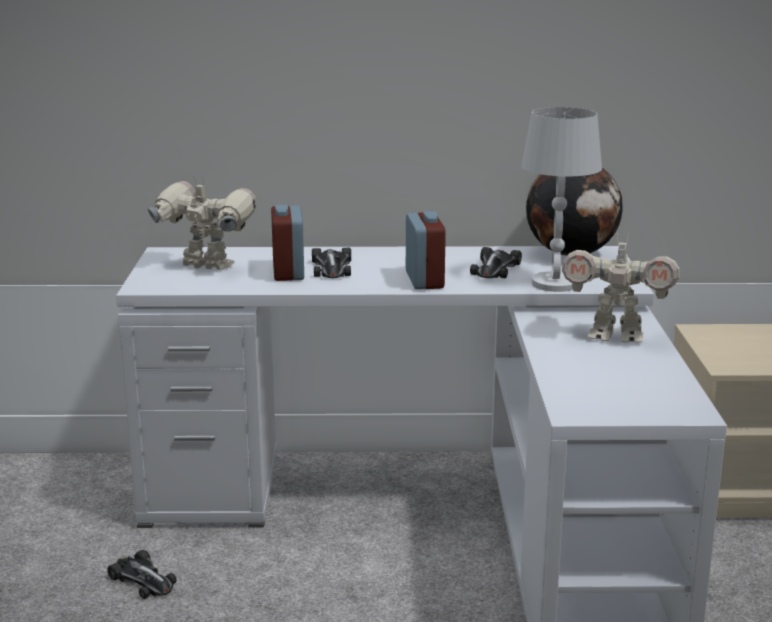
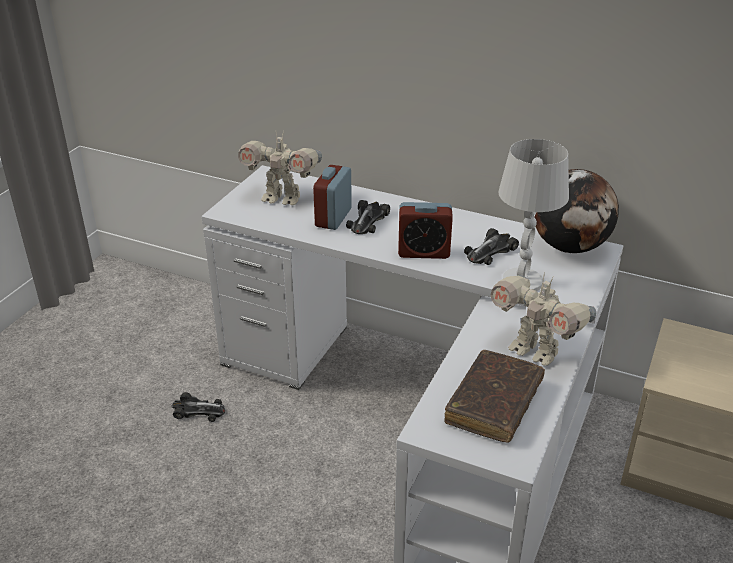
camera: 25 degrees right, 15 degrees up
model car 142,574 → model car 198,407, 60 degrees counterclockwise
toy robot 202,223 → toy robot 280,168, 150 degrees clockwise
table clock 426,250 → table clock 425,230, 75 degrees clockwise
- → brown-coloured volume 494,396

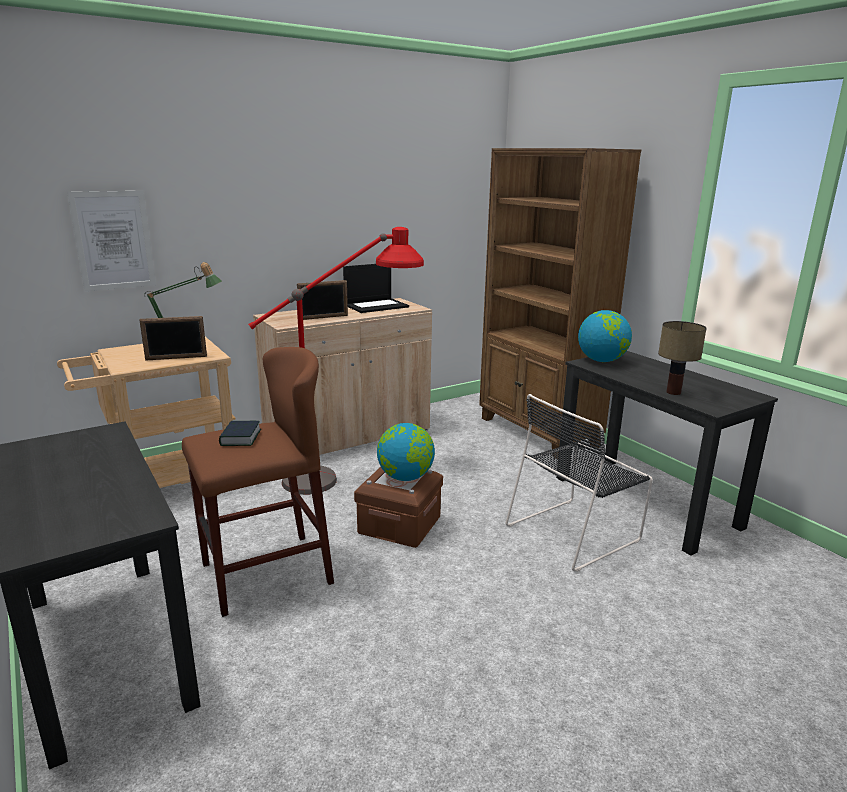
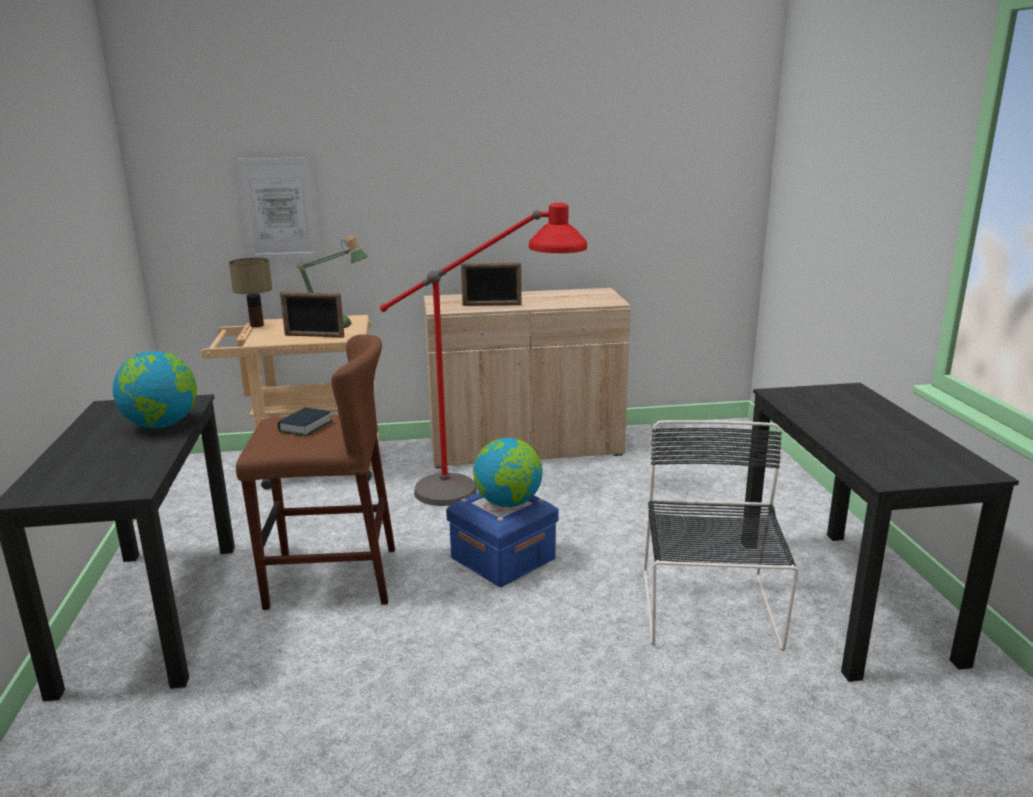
camera: 25 degrees right, 0 degrees up
globe 605,336 → globe 155,389, relocated
tabletop lamp 682,358 → tabletop lamp 250,292, relocated
brown-coloured storage container 398,507 → bluish storage container 502,539
black plain chair 579,483 → black plain chair 720,535, 105 degrees clockwise
portable computer 376,288 → -
brown-coloured bookshelf 560,303 → -

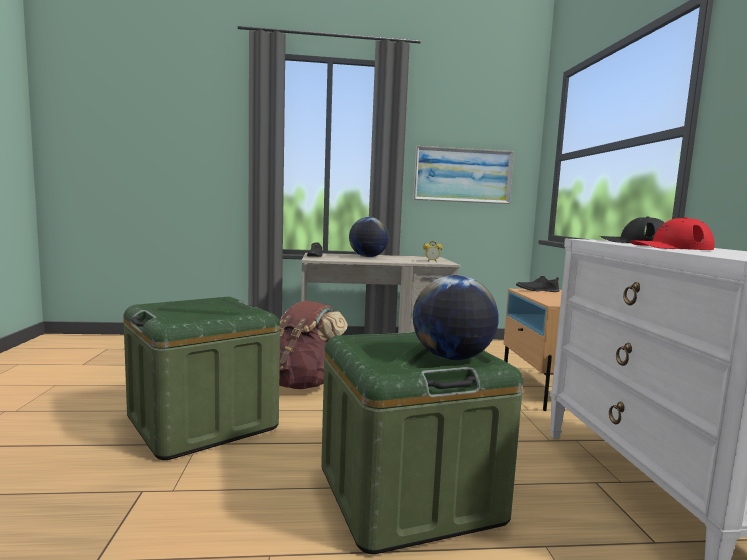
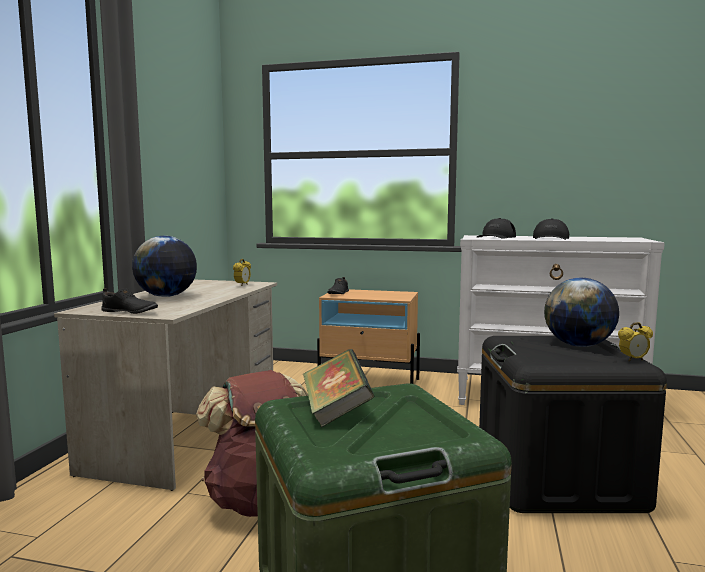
camera: 70 degrees left, 0 degrees up
- → volume 338,388
green storage container 422,443 → black storage container 573,424
reddish baseball cap 672,233 → black baseball cap 551,229
- → table clock 635,341
wall picture 463,175 → -

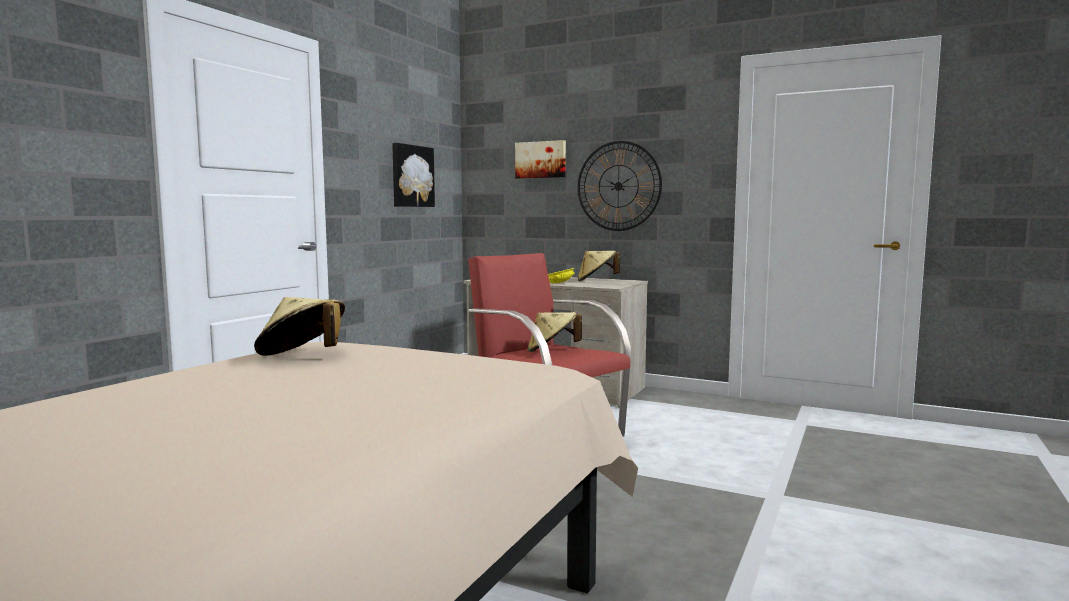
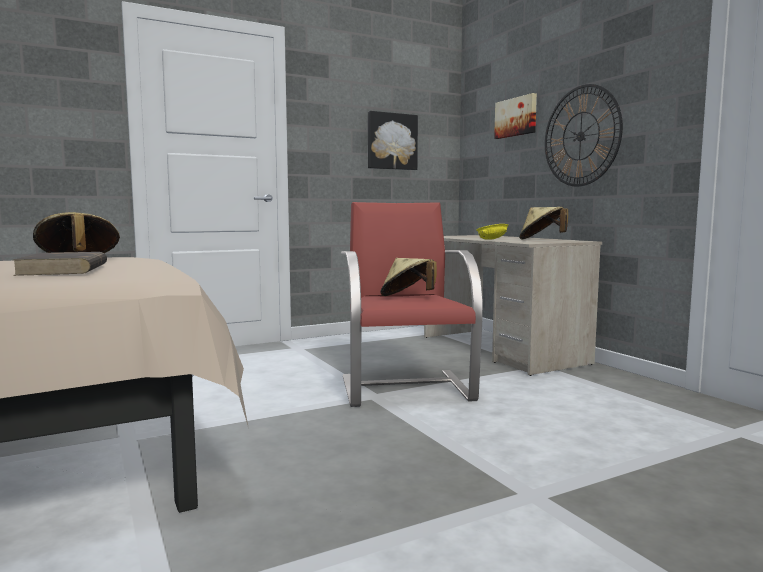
camera: 35 degrees right, 0 degrees up
- → brown-coloured volume 60,264

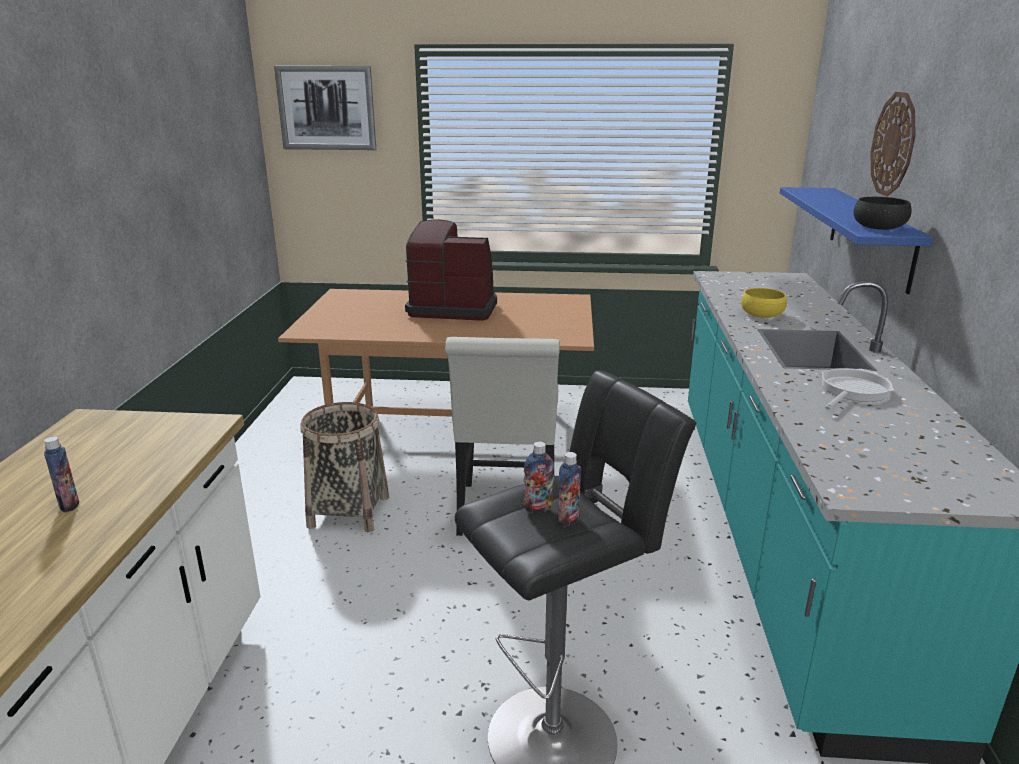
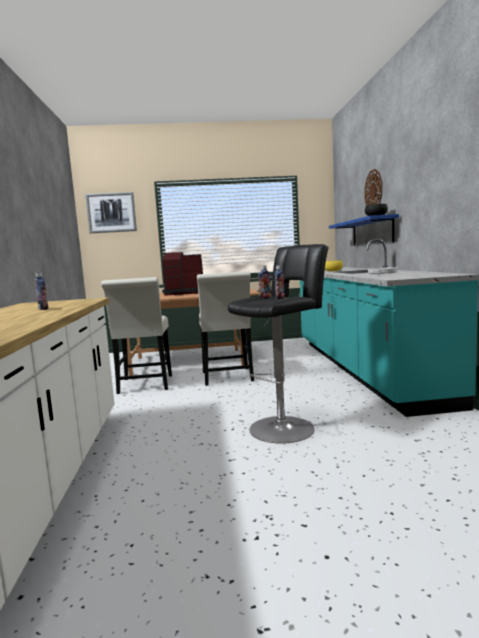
camera: 10 degrees left, 15 degrees down
household basket 344,467 → white-coloured plain chair 136,335

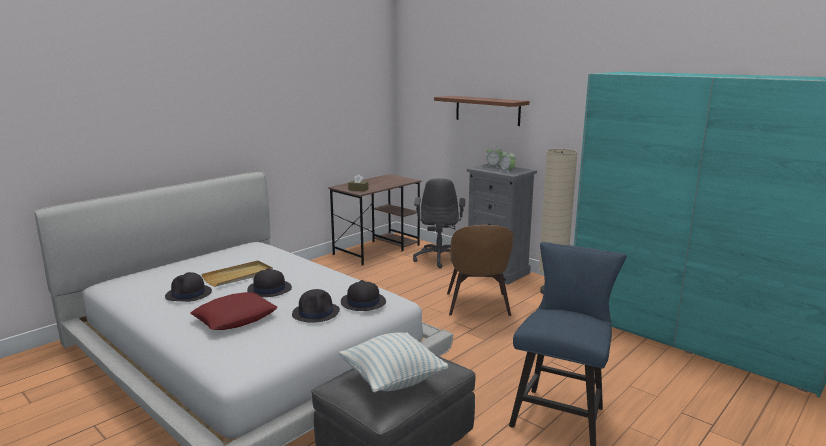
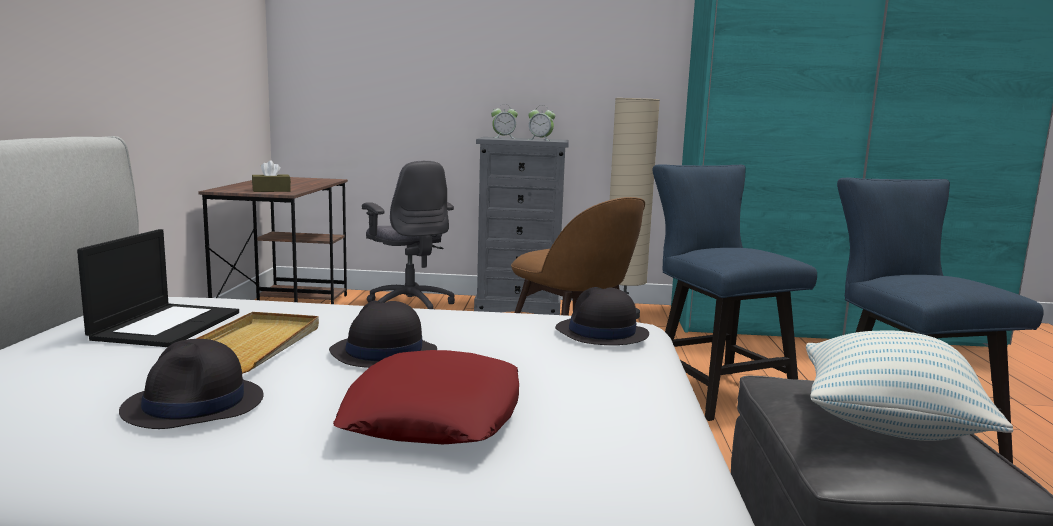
camera: 40 degrees left, 5 degrees down
- → portable computer 158,288
- → bluish plain chair 735,292
black wearable hat 316,306 → -
brown-coloured shelf 481,111 → -

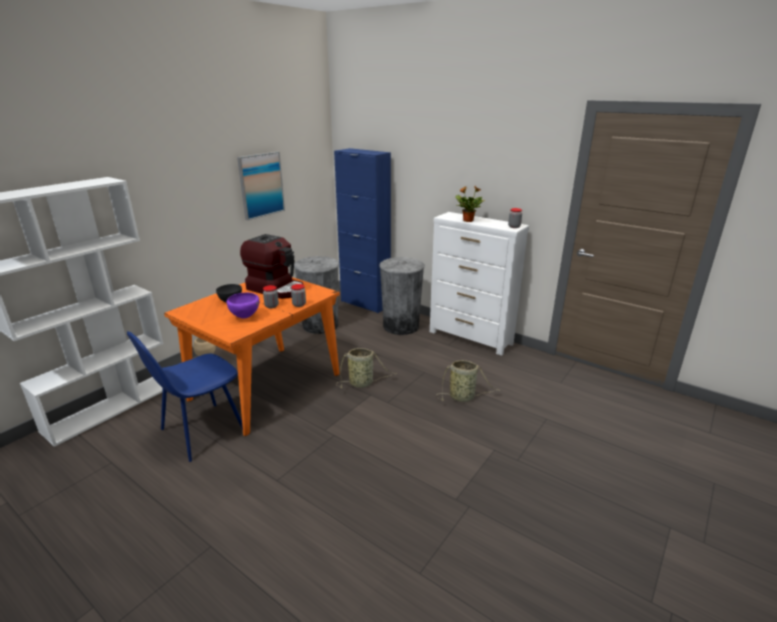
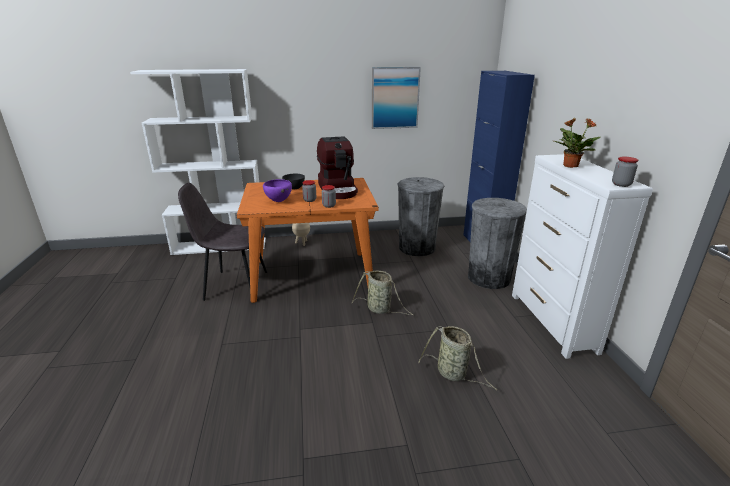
camera: 45 degrees right, 0 degrees up
bluish plain chair 185,396 → greyish plain chair 222,242

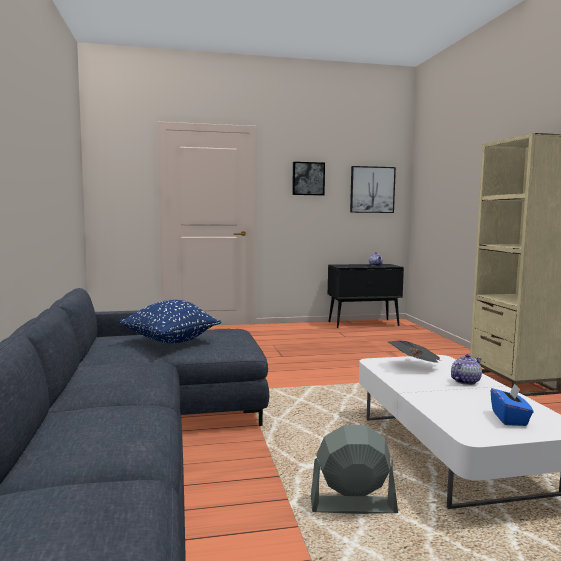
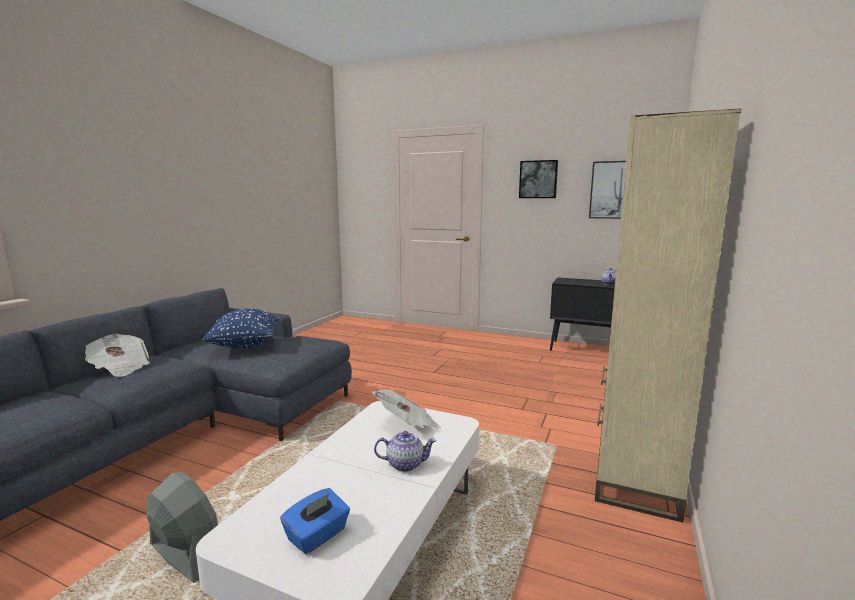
camera: 35 degrees right, 5 degrees up
- → newspaper 117,355

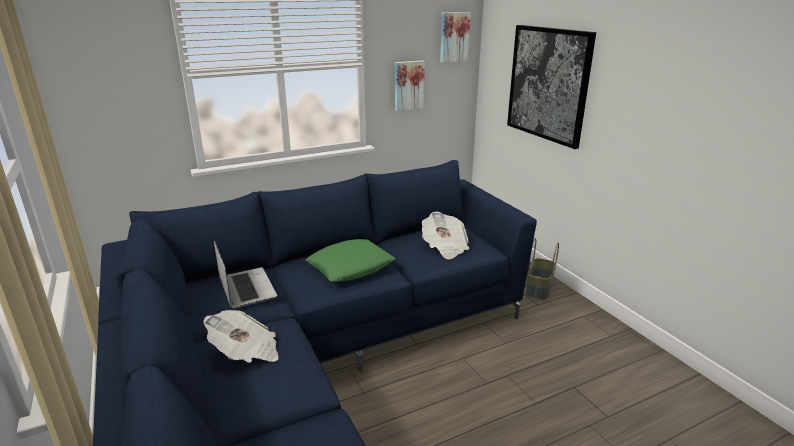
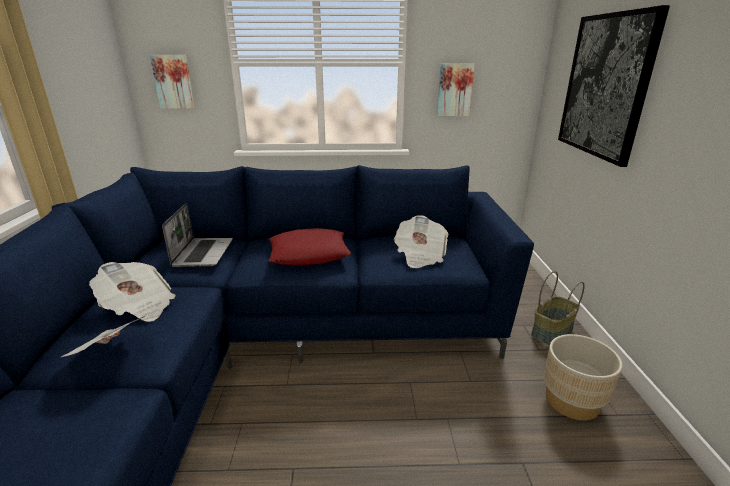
camera: 25 degrees right, 0 degrees up
- → newspaper 103,336
wall picture 455,37 → wall picture 172,82, relocated
green throw pillow 350,260 → reddish throw pillow 310,247
- → sand-coloured planter 583,377

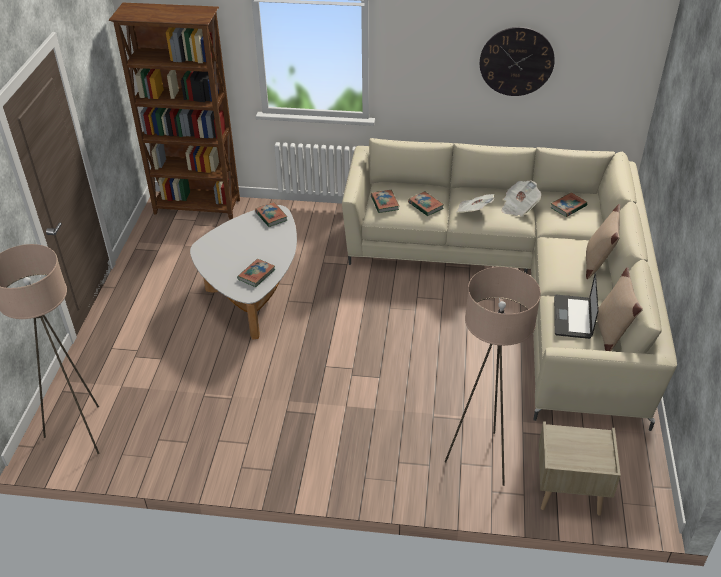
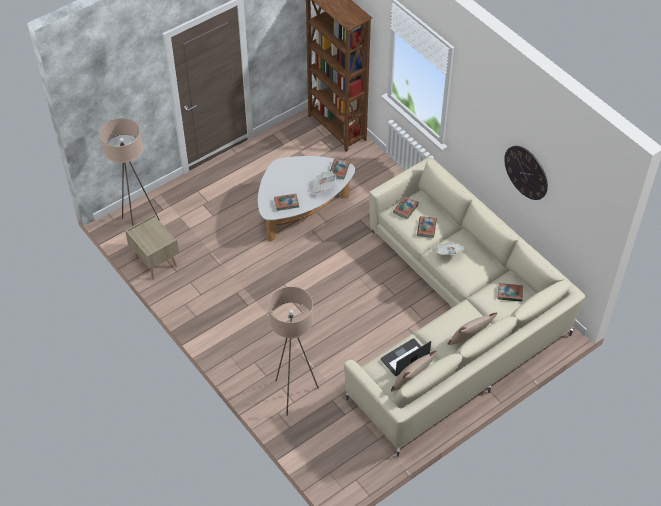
camera: 45 degrees right, 10 degrees up
sand-coloured nightstand 580,468 → sand-coloured nightstand 152,247, relocated
newspaper 521,199 → newspaper 321,182, relocated

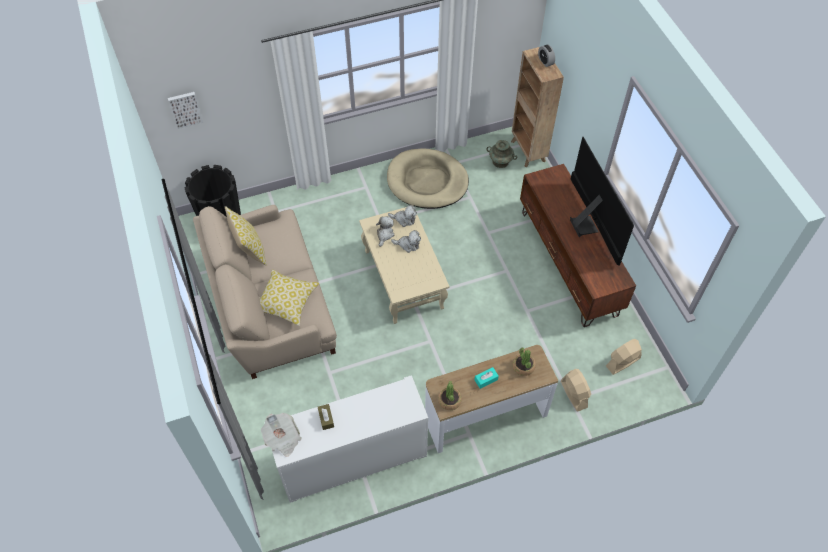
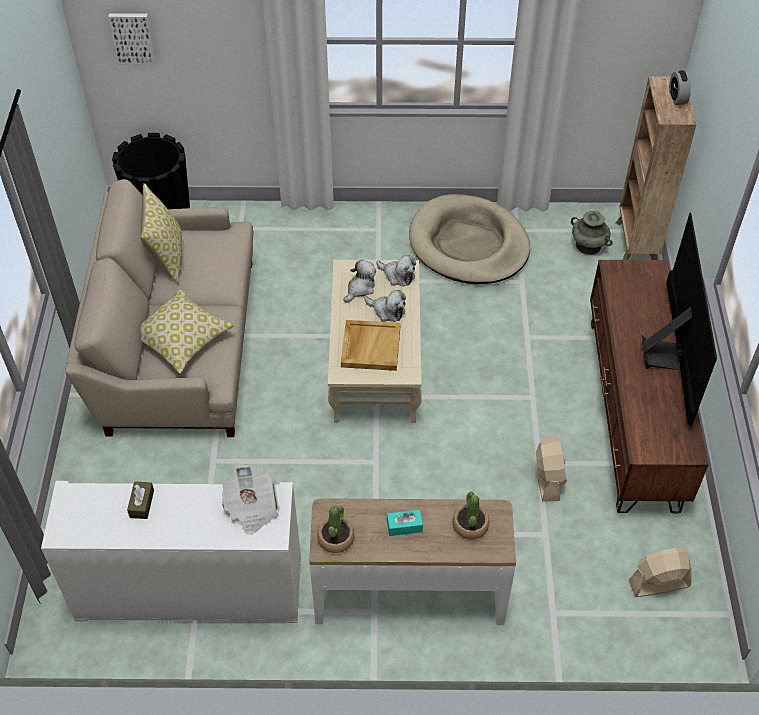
camera: 20 degrees right, 5 degrees down
newspaper 281,435 → newspaper 250,499, relocated
- → sand-coloured tray 370,345
sand-coloured electric fan 576,390 → sand-coloured electric fan 551,468, relocated

